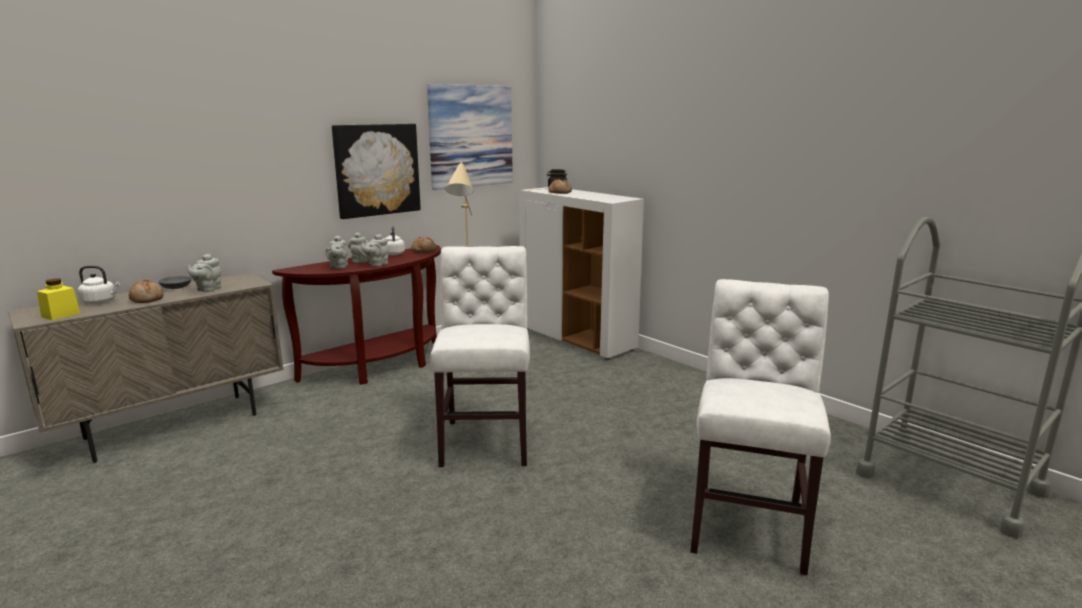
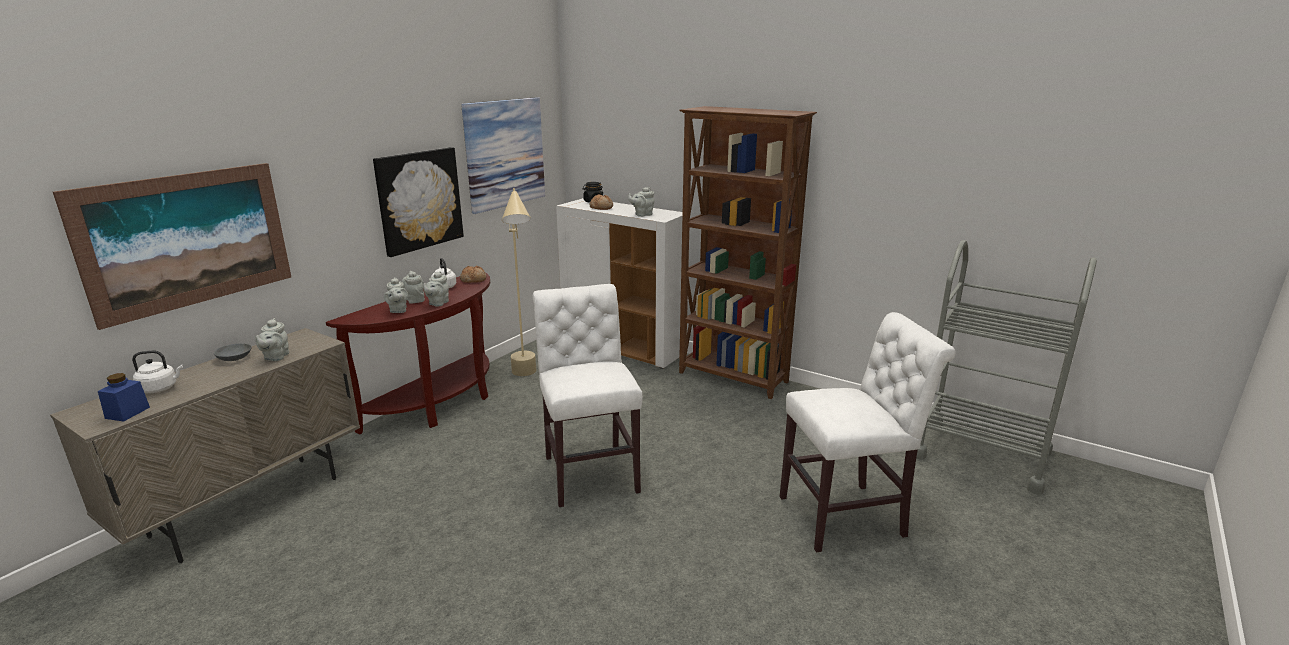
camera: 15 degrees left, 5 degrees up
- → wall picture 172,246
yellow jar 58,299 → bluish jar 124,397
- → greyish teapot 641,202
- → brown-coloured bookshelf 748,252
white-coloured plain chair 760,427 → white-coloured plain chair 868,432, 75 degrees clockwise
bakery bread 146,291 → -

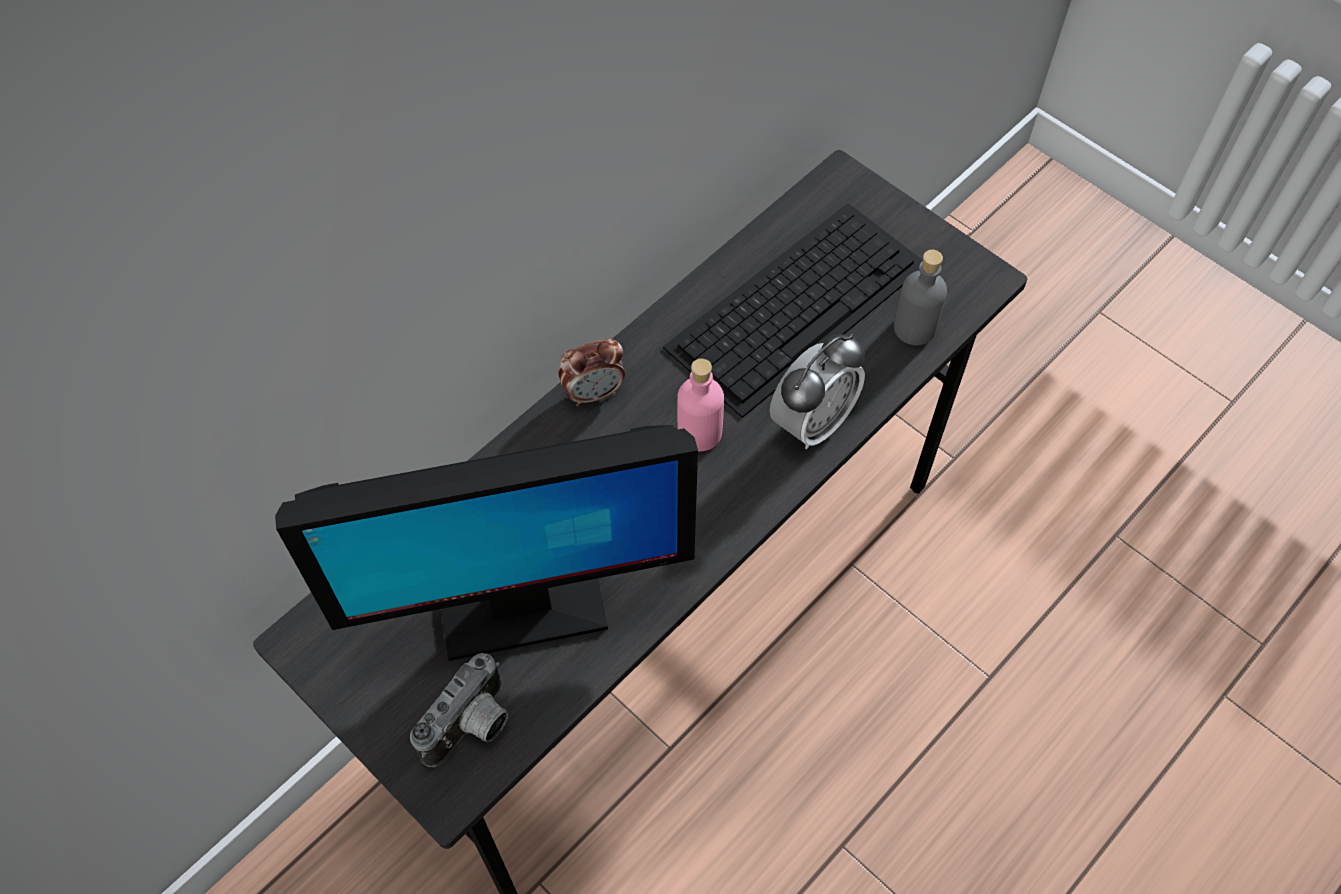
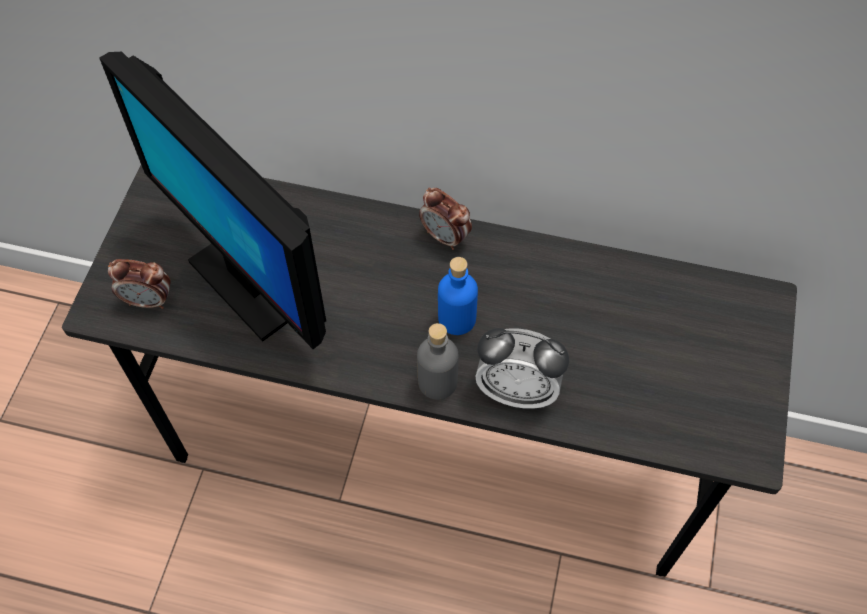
camera: 60 degrees right, 0 degrees up
still camera 459,710 → table clock 139,284
greyish drink bottle 920,297 → greyish drink bottle 437,361, relocated
pink drink bottle 700,405 → bluish drink bottle 458,296
keyboard 793,310 → -

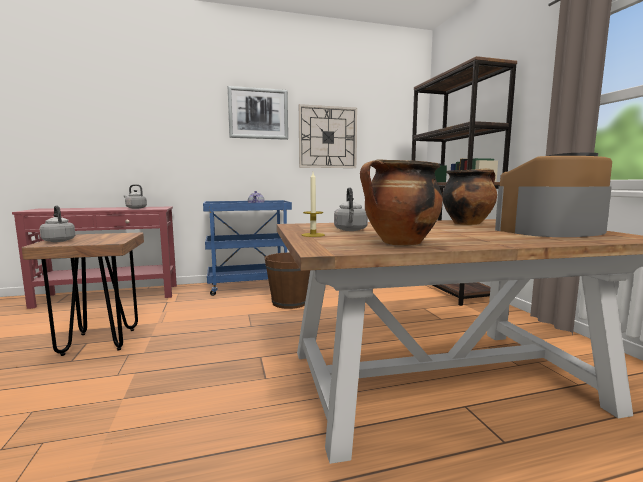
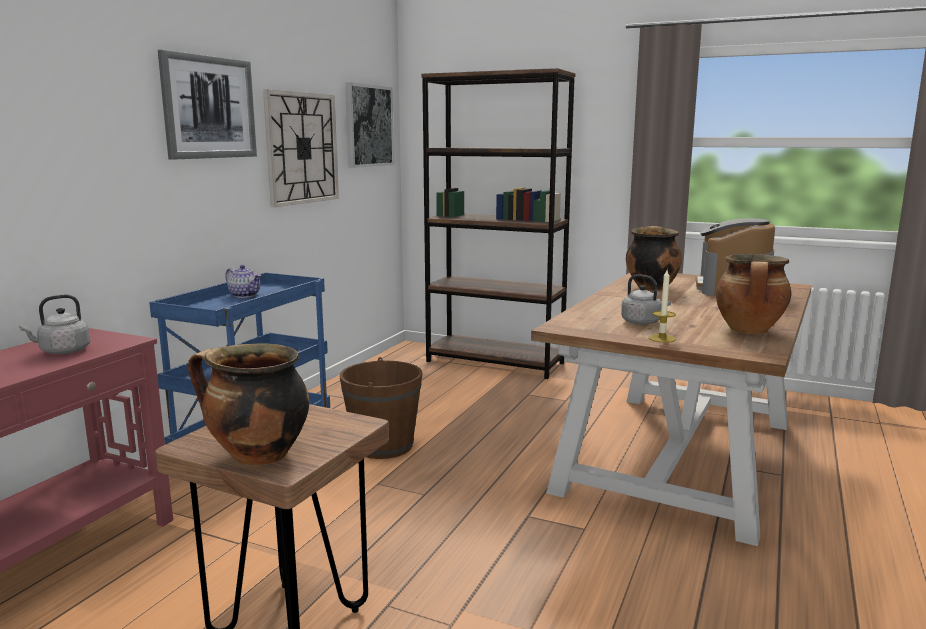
camera: 50 degrees left, 5 degrees up
greyish water kettle 57,223 → cooking pot 248,404
- → wall picture 369,125

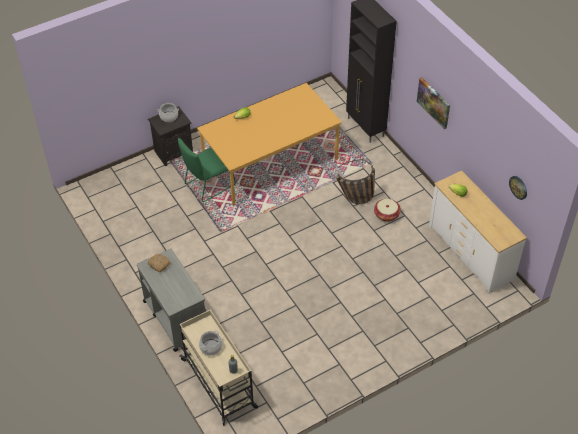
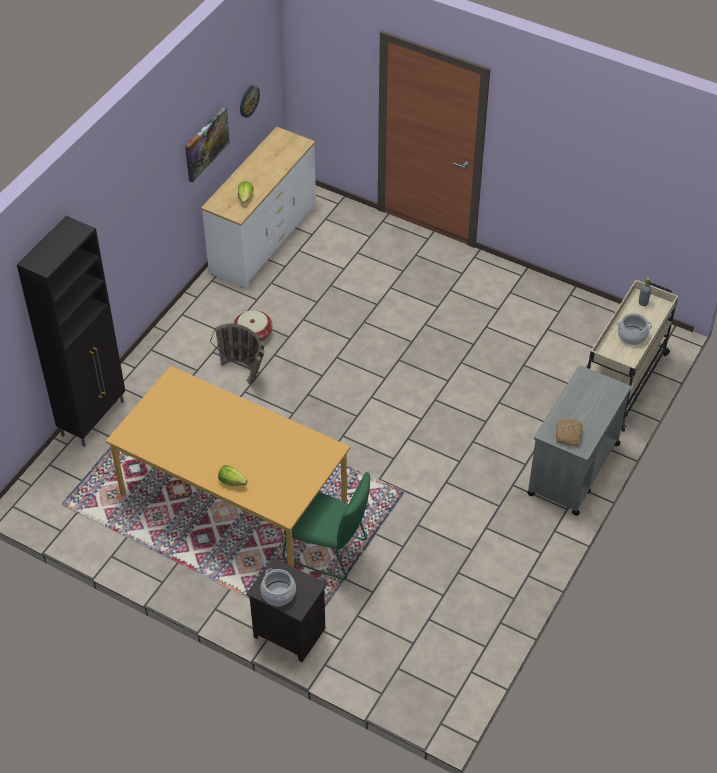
camera: 120 degrees left, 0 degrees up
wall picture 433,103 → wall picture 207,145, relocated

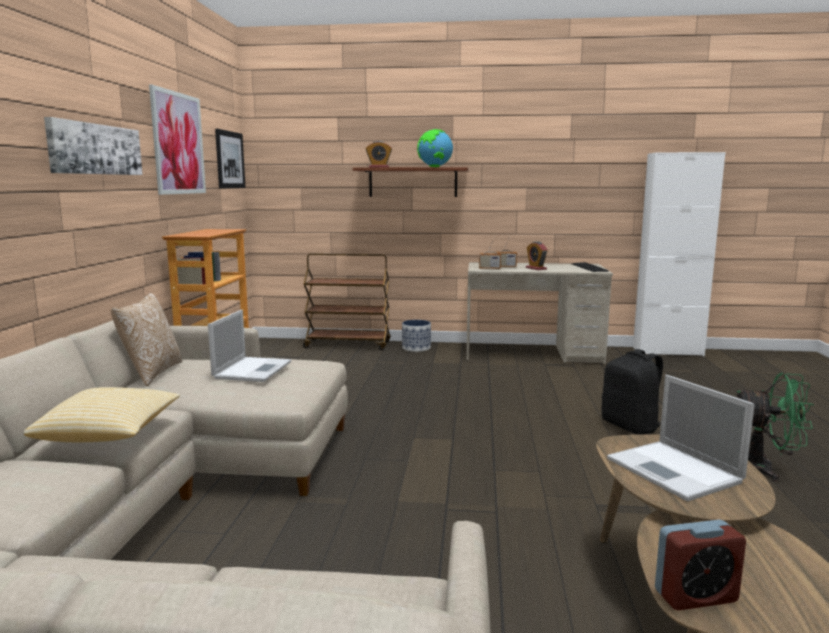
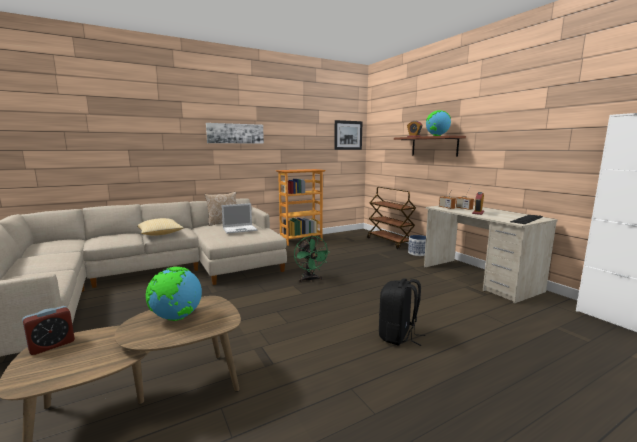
camera: 55 degrees right, 0 degrees up
table clock 700,565 → table clock 48,330, 90 degrees counterclockwise
portable computer 681,438 → globe 174,294
green electric fan 775,427 → green electric fan 311,259, relocated
wall picture 177,140 → -

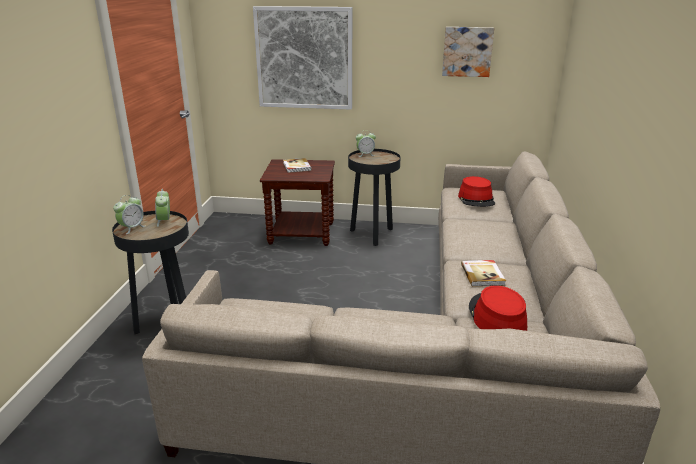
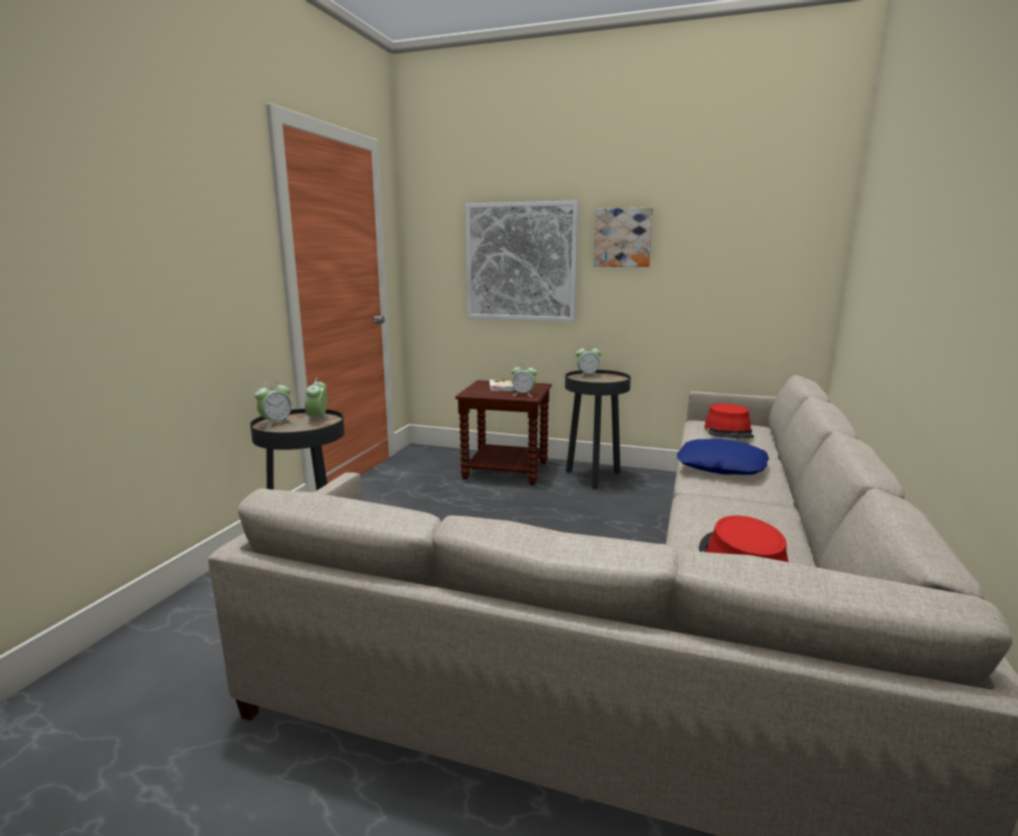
camera: 10 degrees right, 10 degrees down
- → table clock 524,380
wall picture 468,52 → wall picture 623,237, relocated
- → bluish throw pillow 723,457
volume 483,273 → -

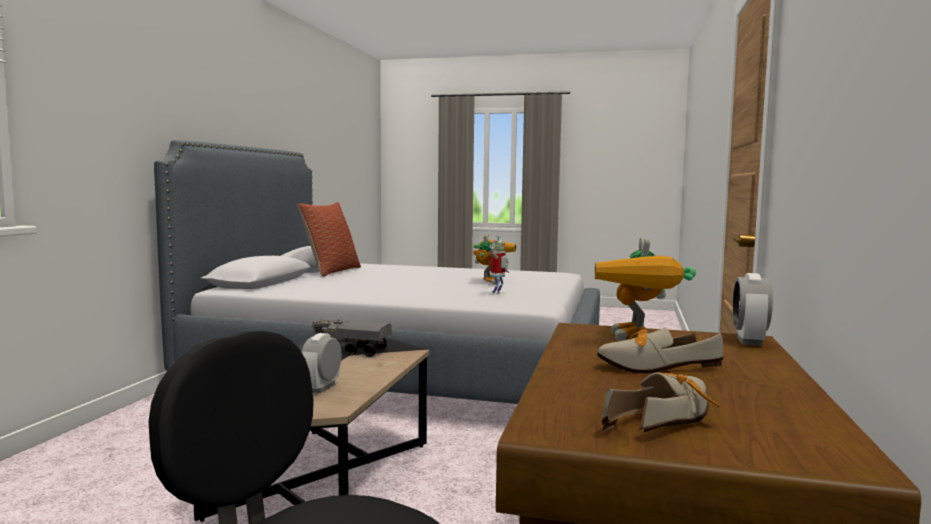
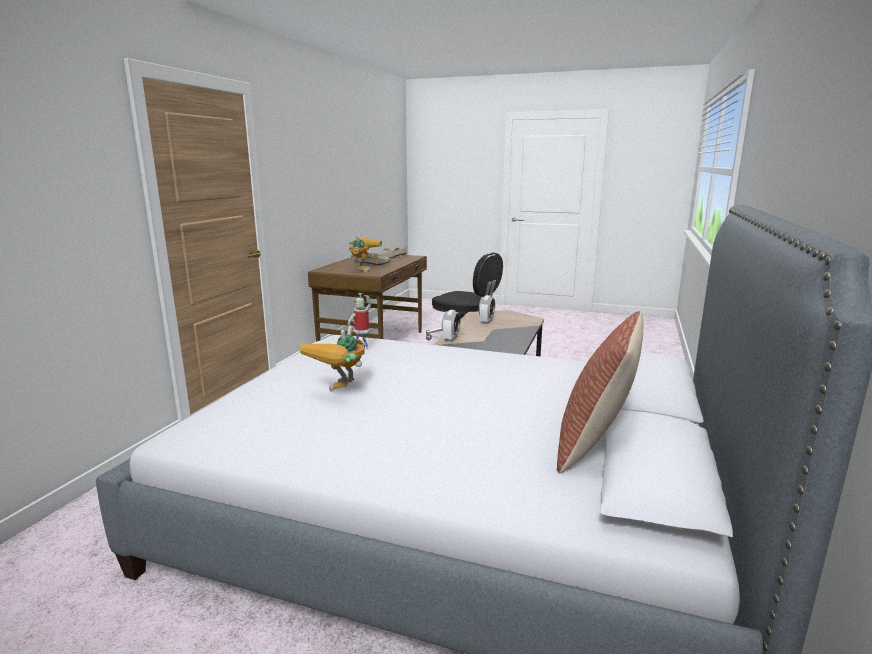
camera: 175 degrees left, 10 degrees up
table clock 752,309 → table clock 451,325, relocated
toy truck 351,338 → -

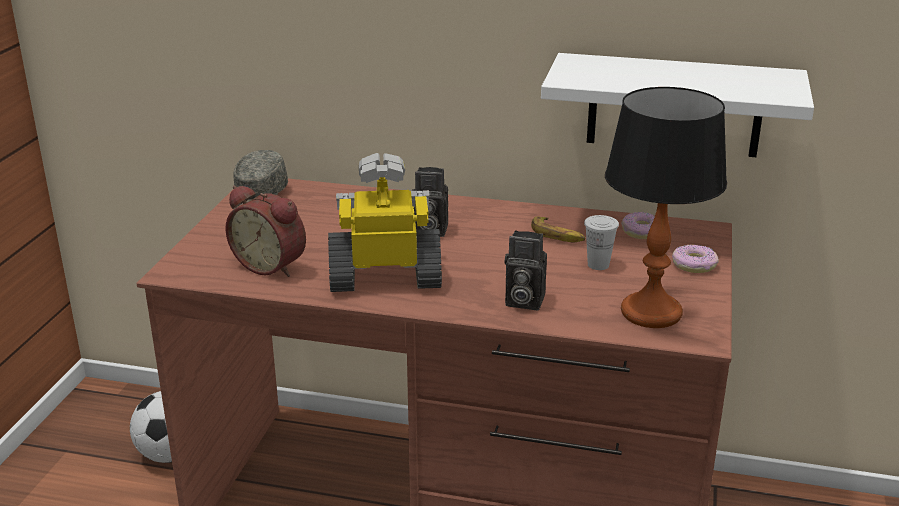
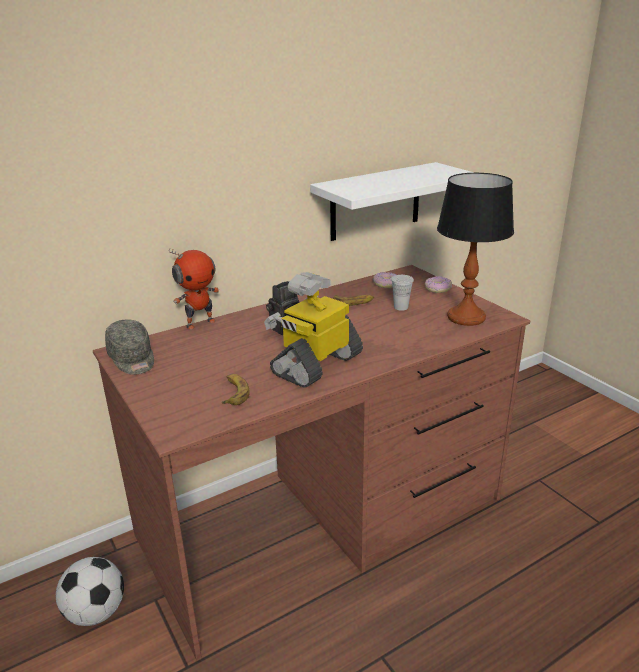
camera: 45 degrees left, 0 degrees up
- → toy robot 194,288
table clock 265,231 → banana 236,389
still camera 526,270 → -

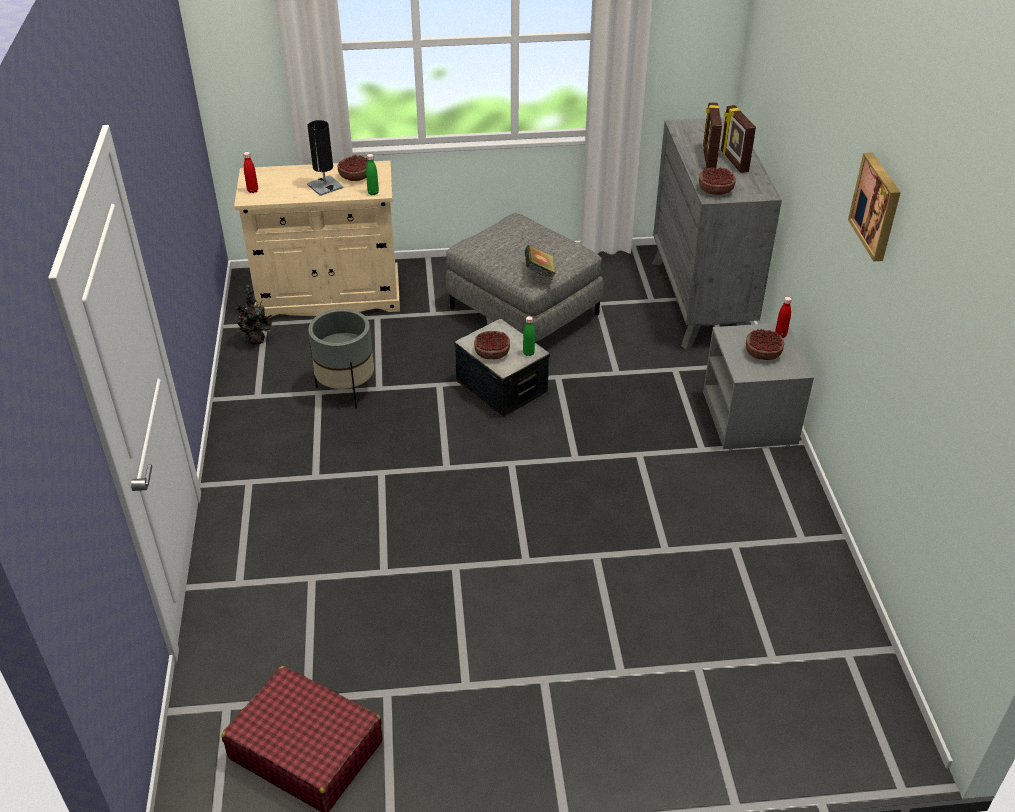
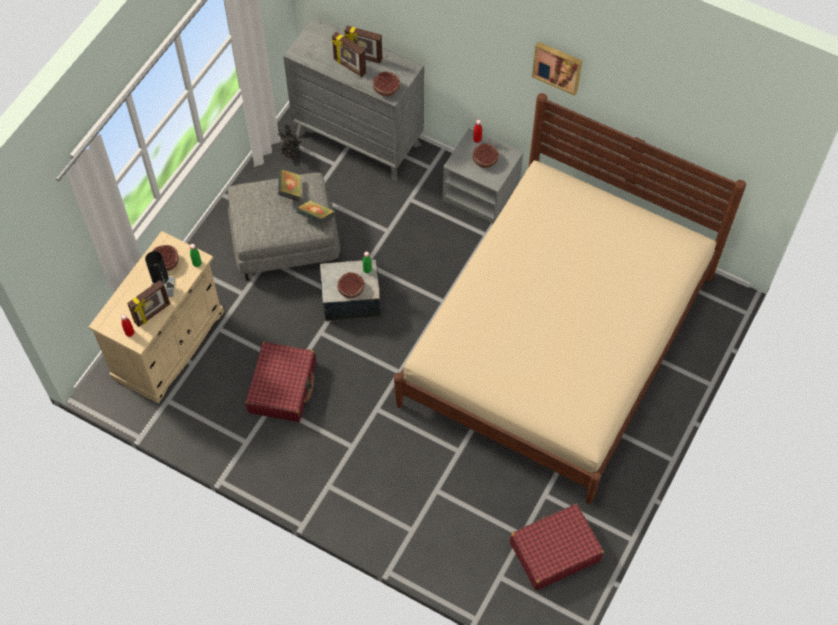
camera: 55 degrees left, 20 degrees up
- → photo frame 148,303
greyish planter 341,358 → reddish suitcase 280,382
potted plant 254,315 → potted plant 289,140, relocated
- → volume 289,185
- → sand-coloured bed 570,298

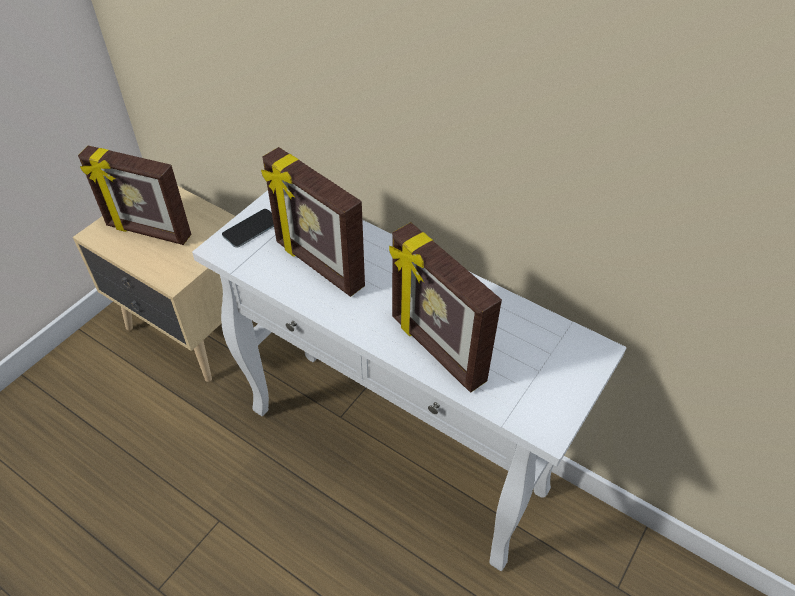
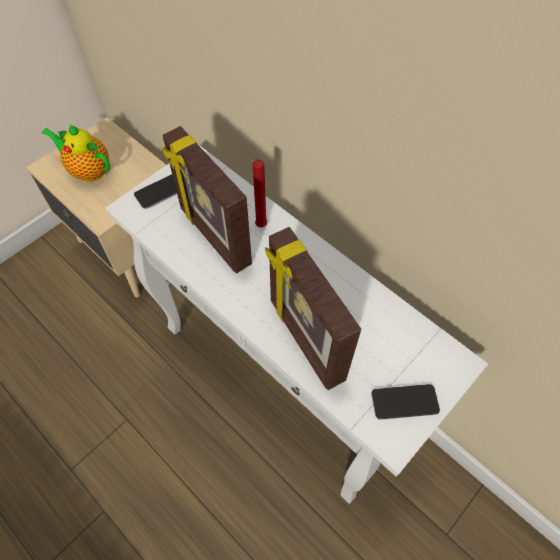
camera: 10 degrees right, 10 degrees up
photo frame 134,195 → teapot 76,153
- → reddish wax candle 257,190
- → telephone 405,402

